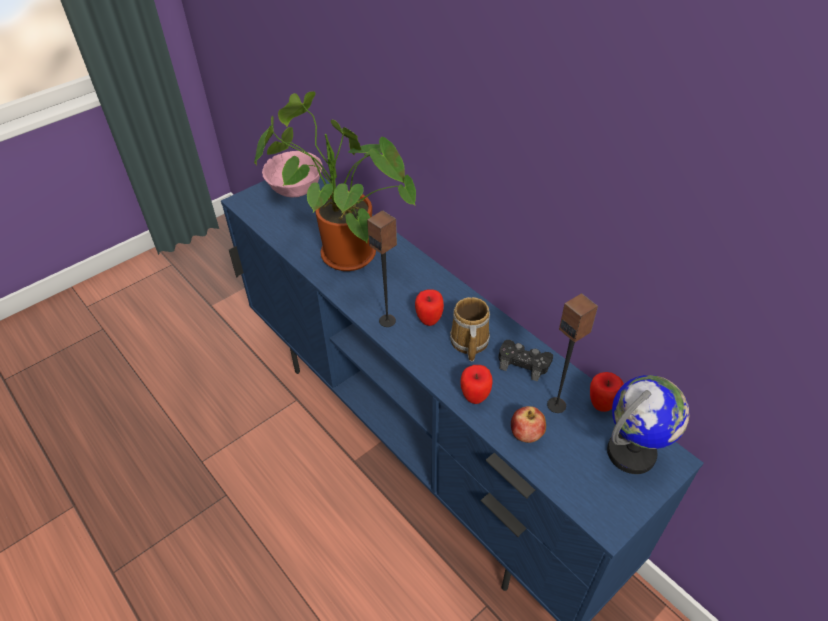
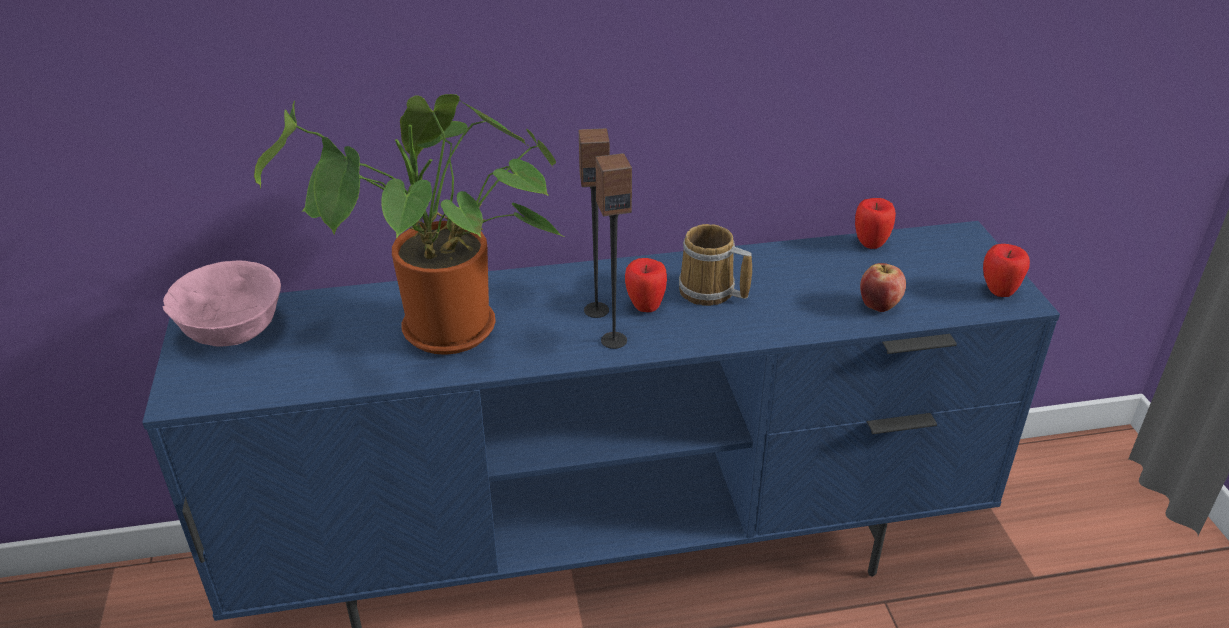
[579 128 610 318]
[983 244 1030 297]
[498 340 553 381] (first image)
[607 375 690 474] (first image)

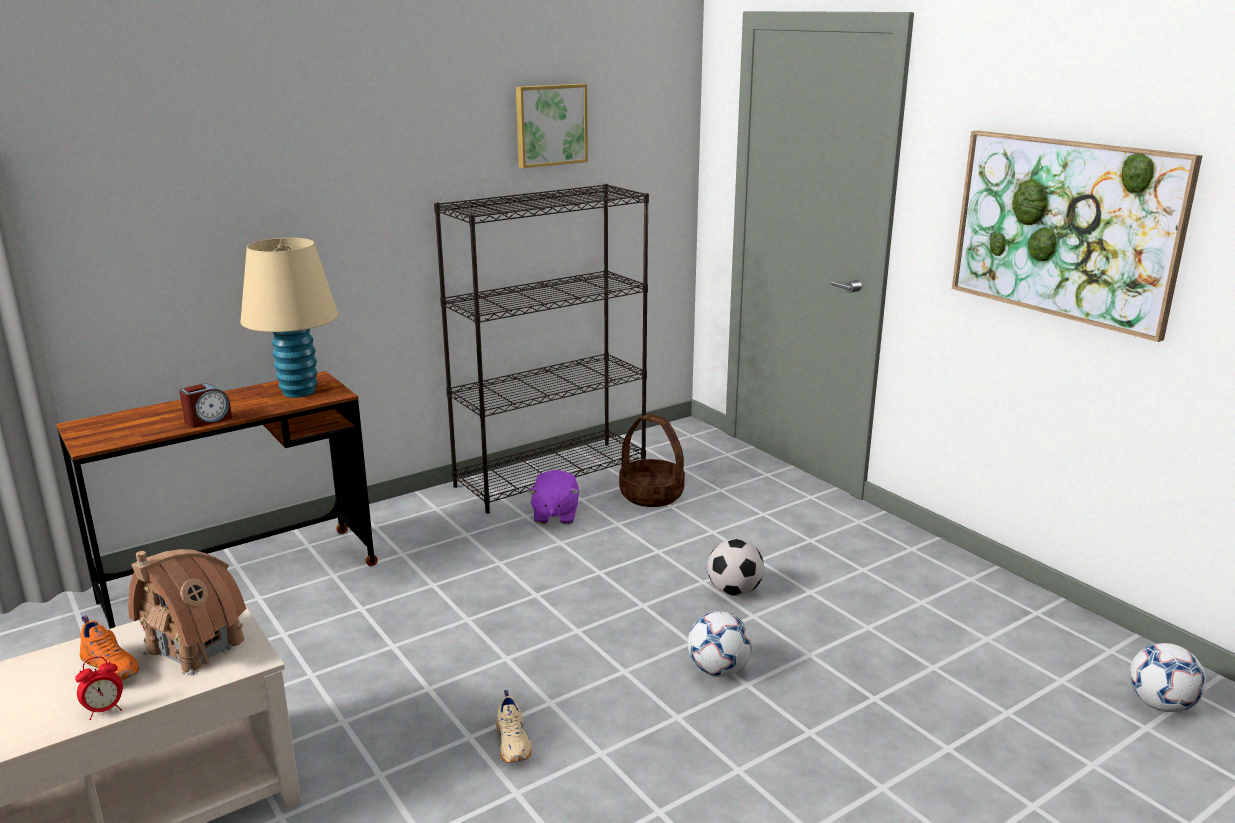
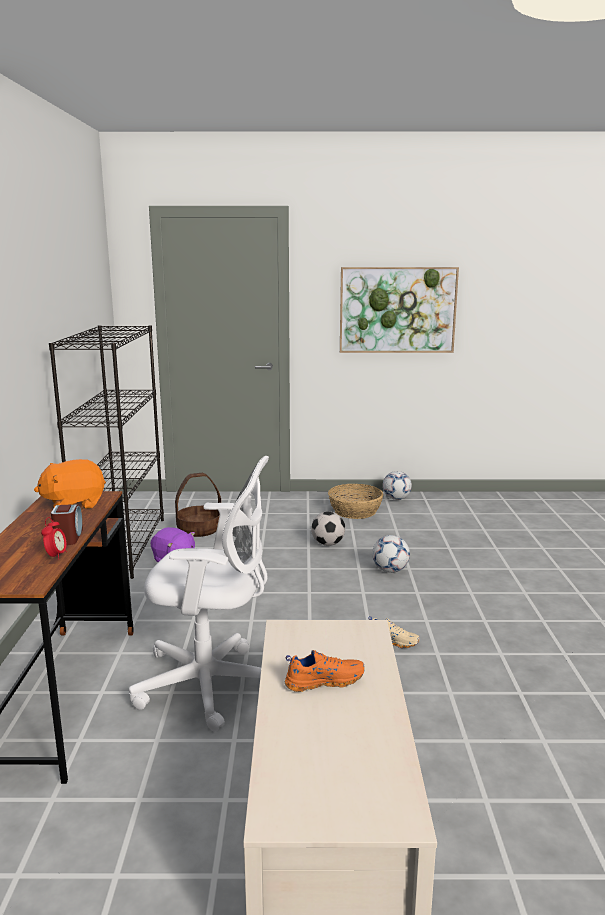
[34 459 106 509]
[41 517 67 560]
[129 456 269 732]
[328 484 384 519]
[383 471 412 500]
[128 549 247 676] (first image)
[516 84 588 168] (first image)

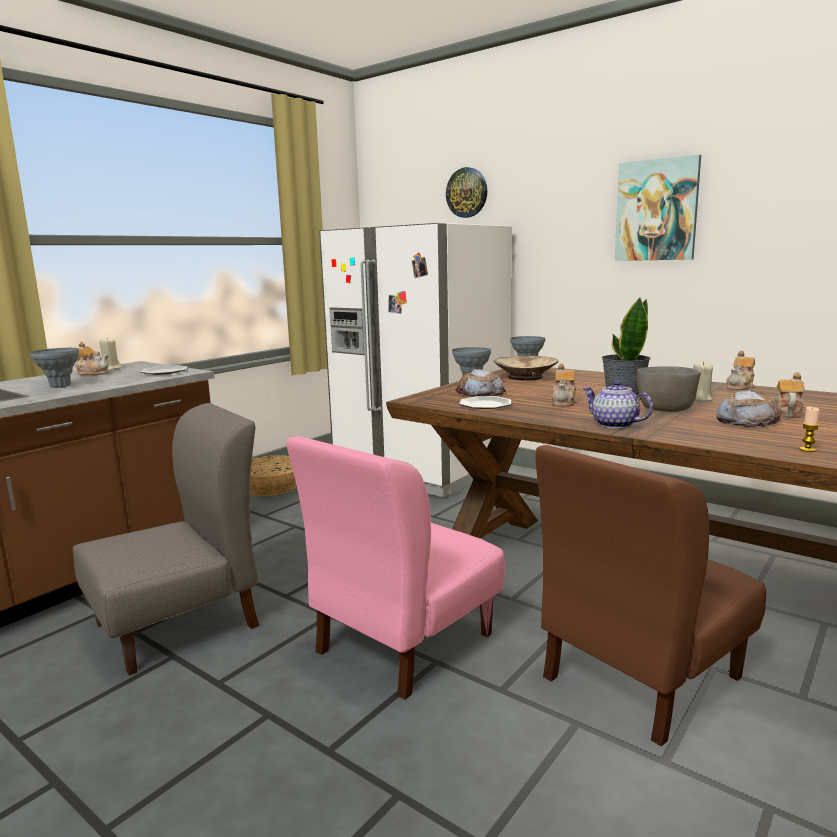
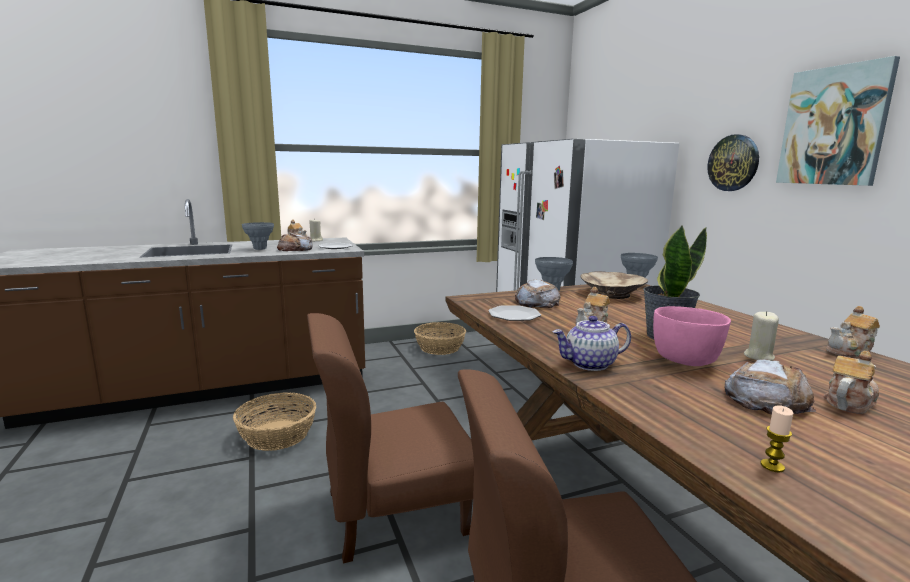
[233 392 316 451]
[277 233 312 251]
[307 313 474 563]
[552 316 631 371]
[653 306 731 366]
[707 134 759 191]

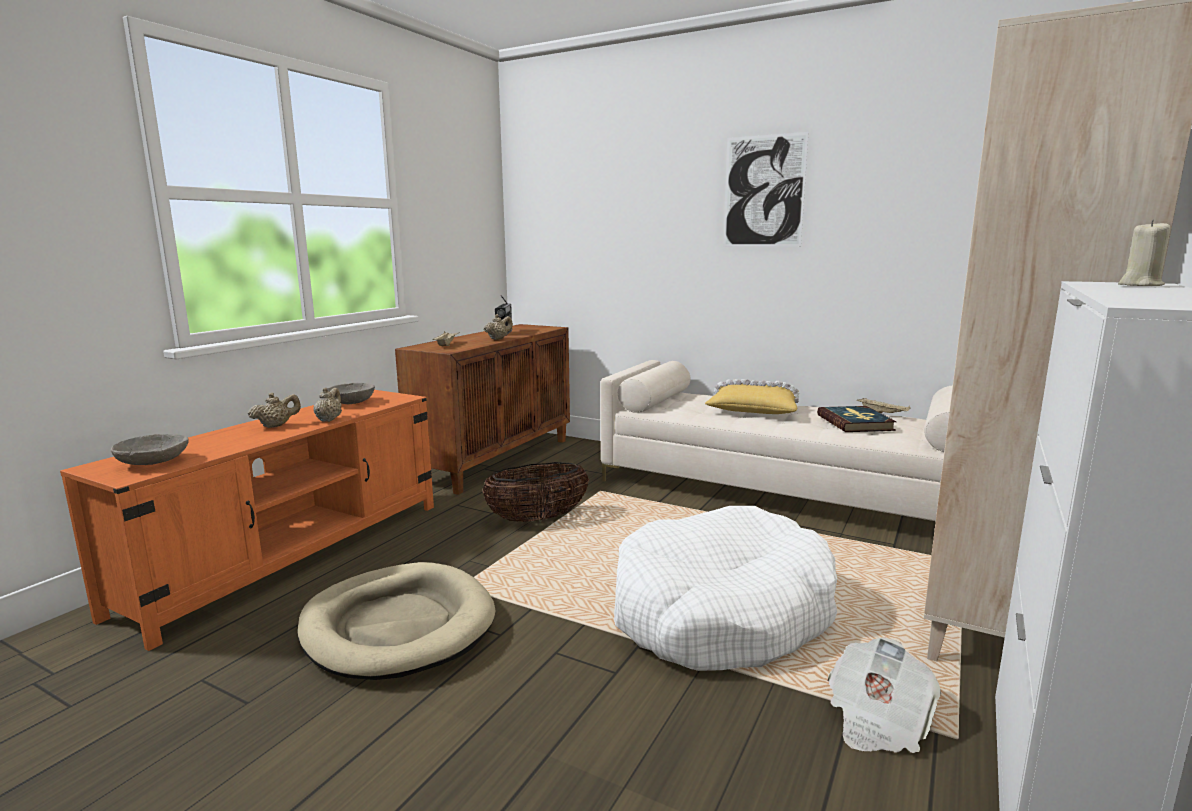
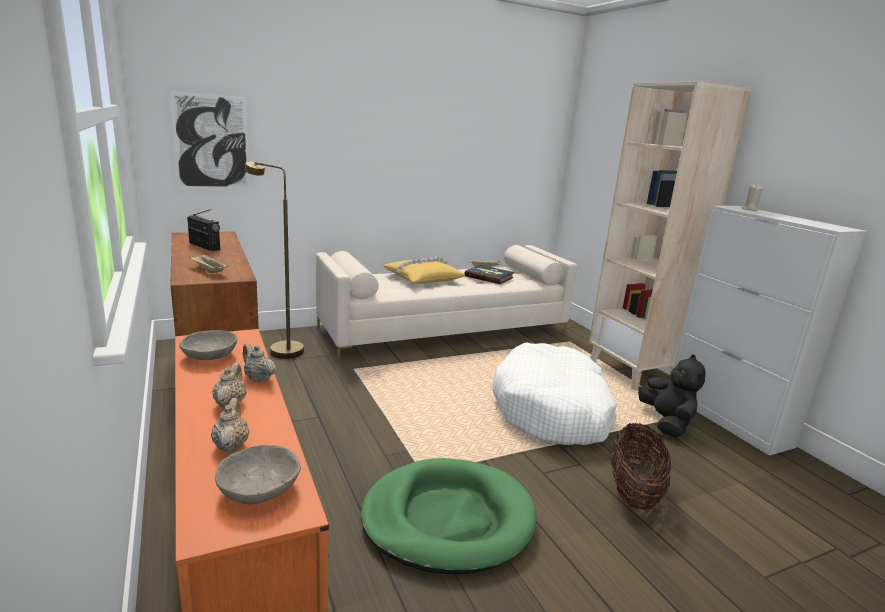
[170 91 250 189]
[211 398 250 453]
[245 161 304 359]
[361 458 537 574]
[611 423 671 510]
[638 354 706 438]

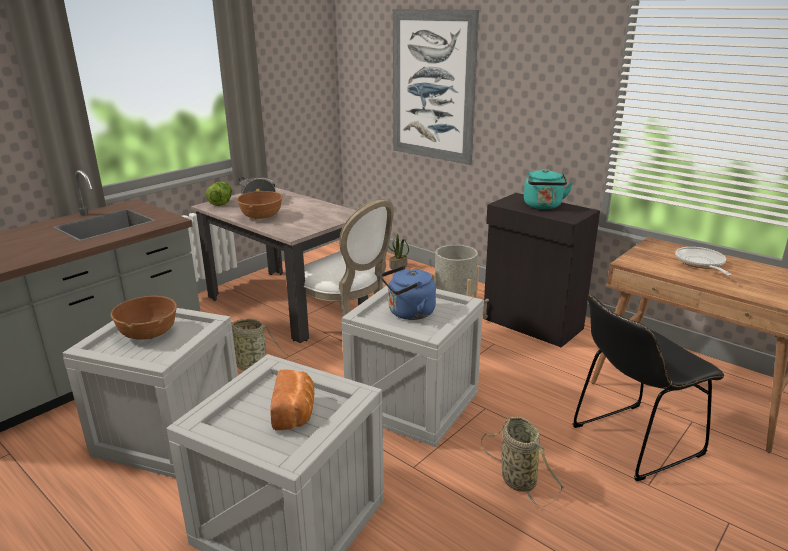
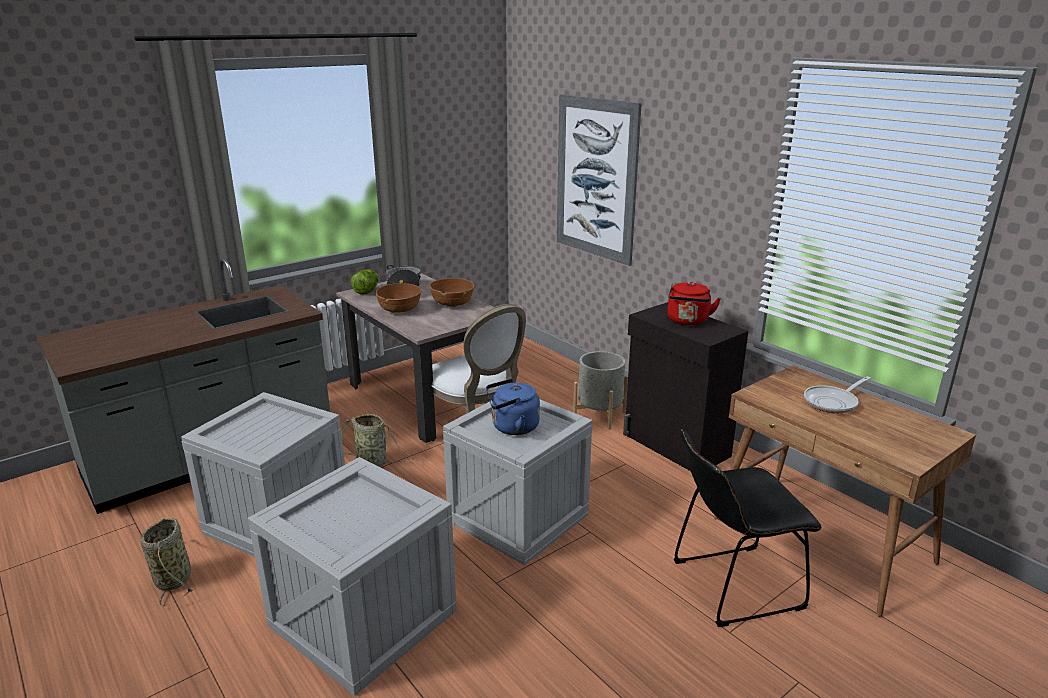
[141 518 194 606]
[429 278 474 307]
[667 282 721 325]
[804 376 870 413]
[270 369 314 430] (first image)
[388 234 409 269] (first image)

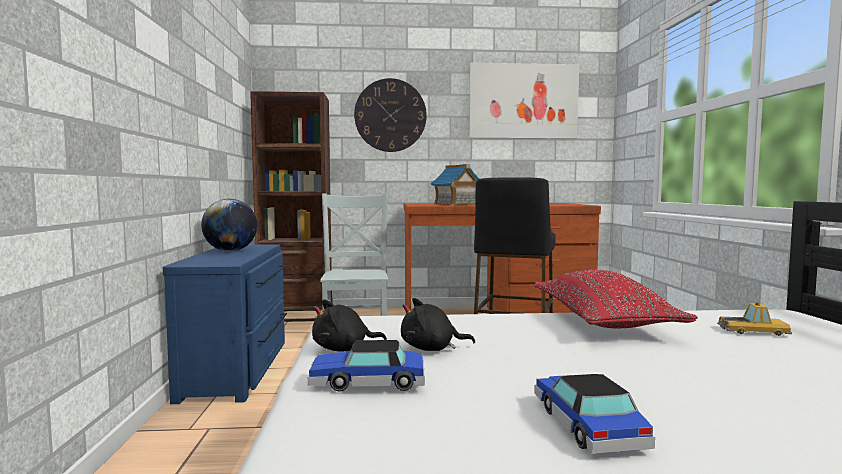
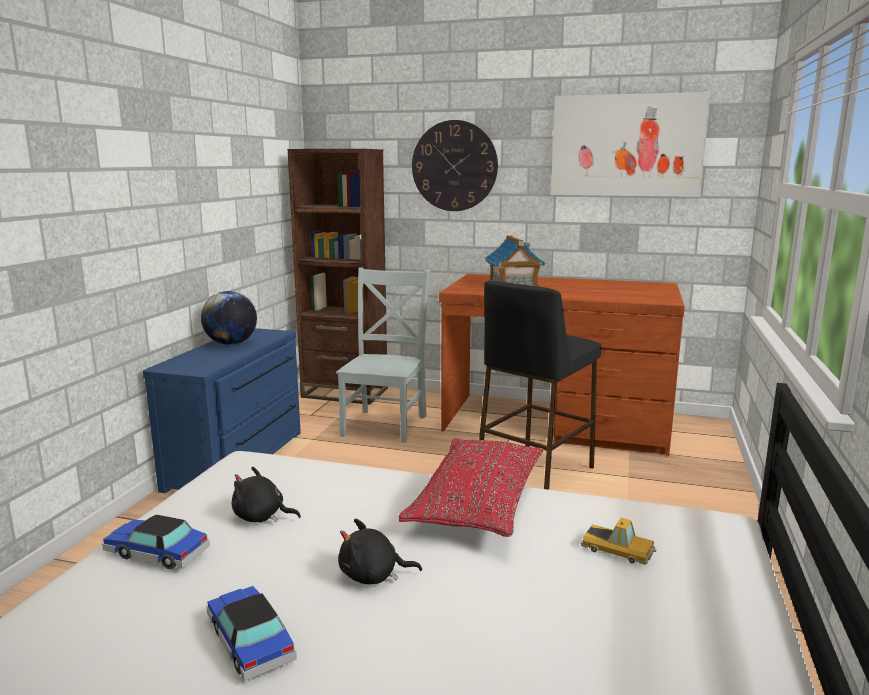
[206 586 297 681]
[338 519 422 584]

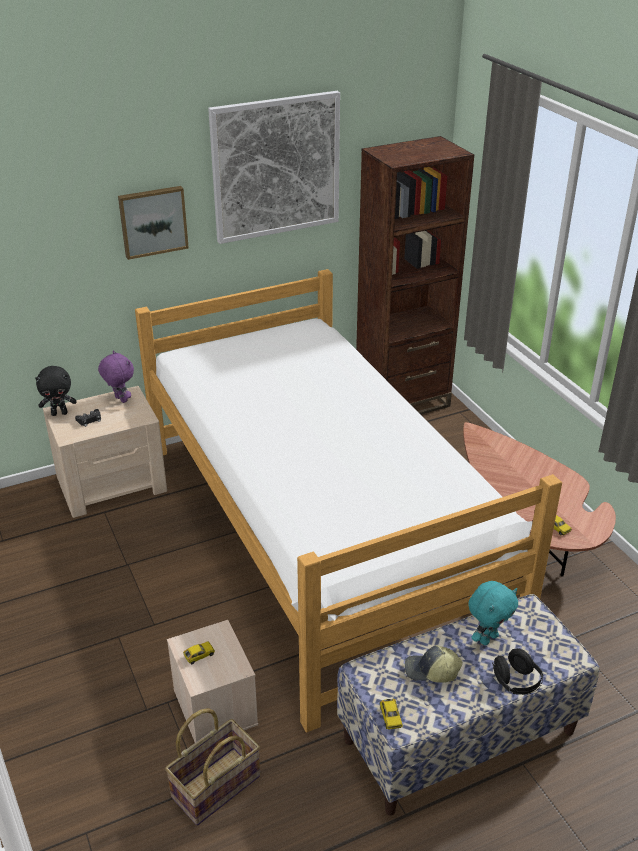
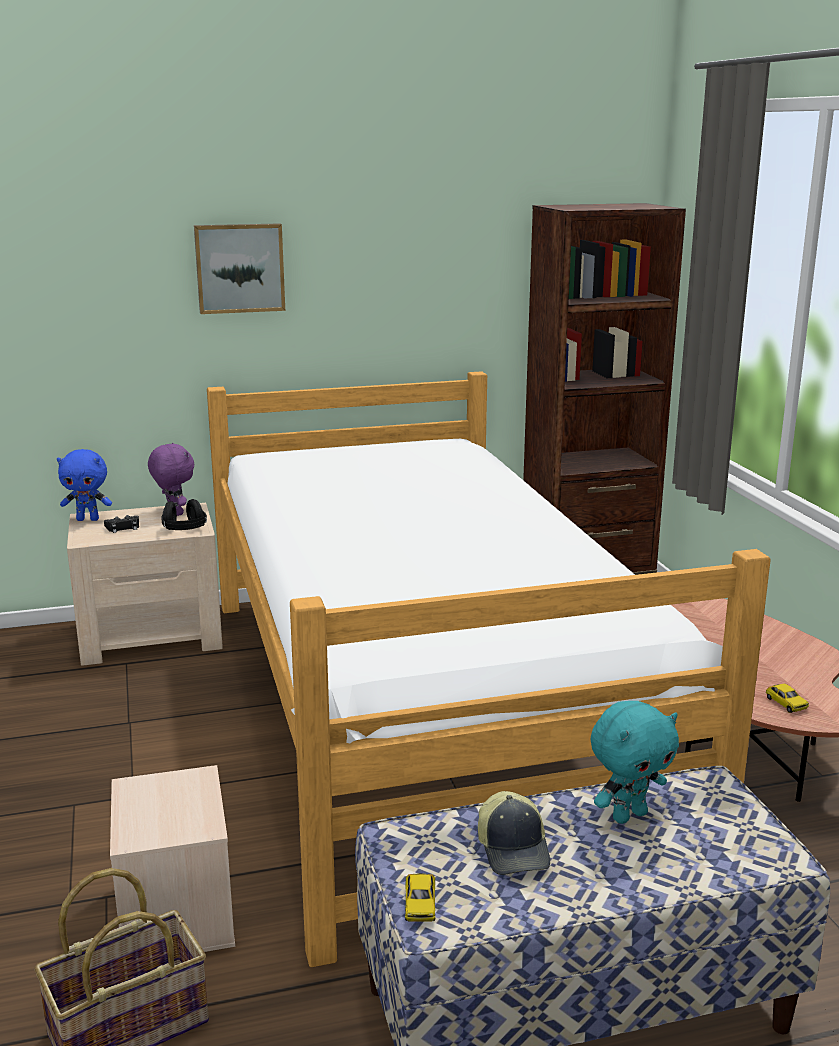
[57 449 112 521]
[161 499 207 530]
[478 791 550 875]
[183 641 215 664] (first image)
[208 91 340 244] (first image)

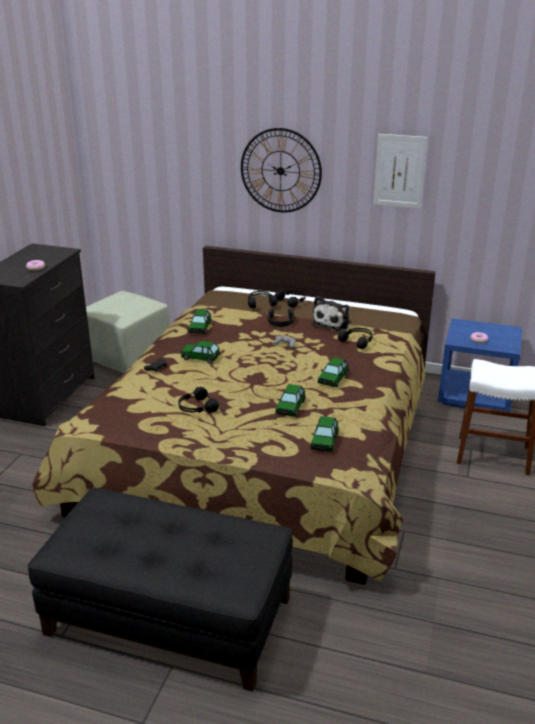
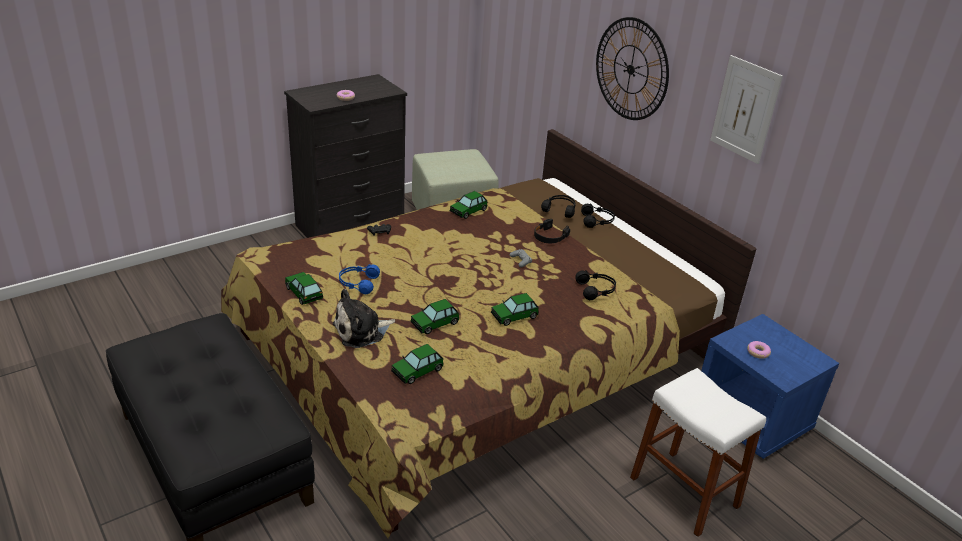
[285 272 323 305]
[333 289 395 348]
[339 264 380 294]

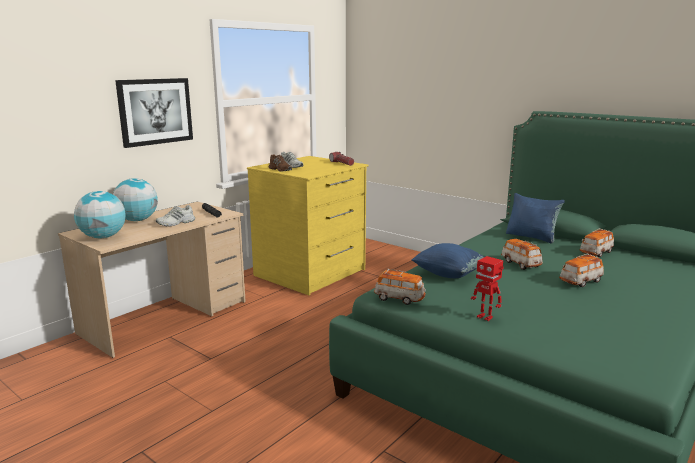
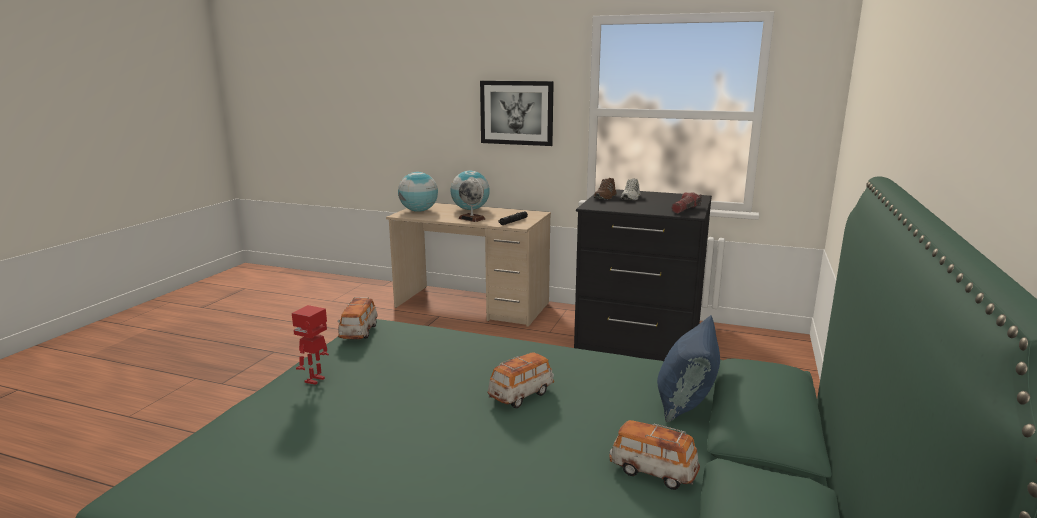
[458 178 486 222]
[574 189 712 361]
[411 243 484 278] (first image)
[559 253 604 287] (first image)

